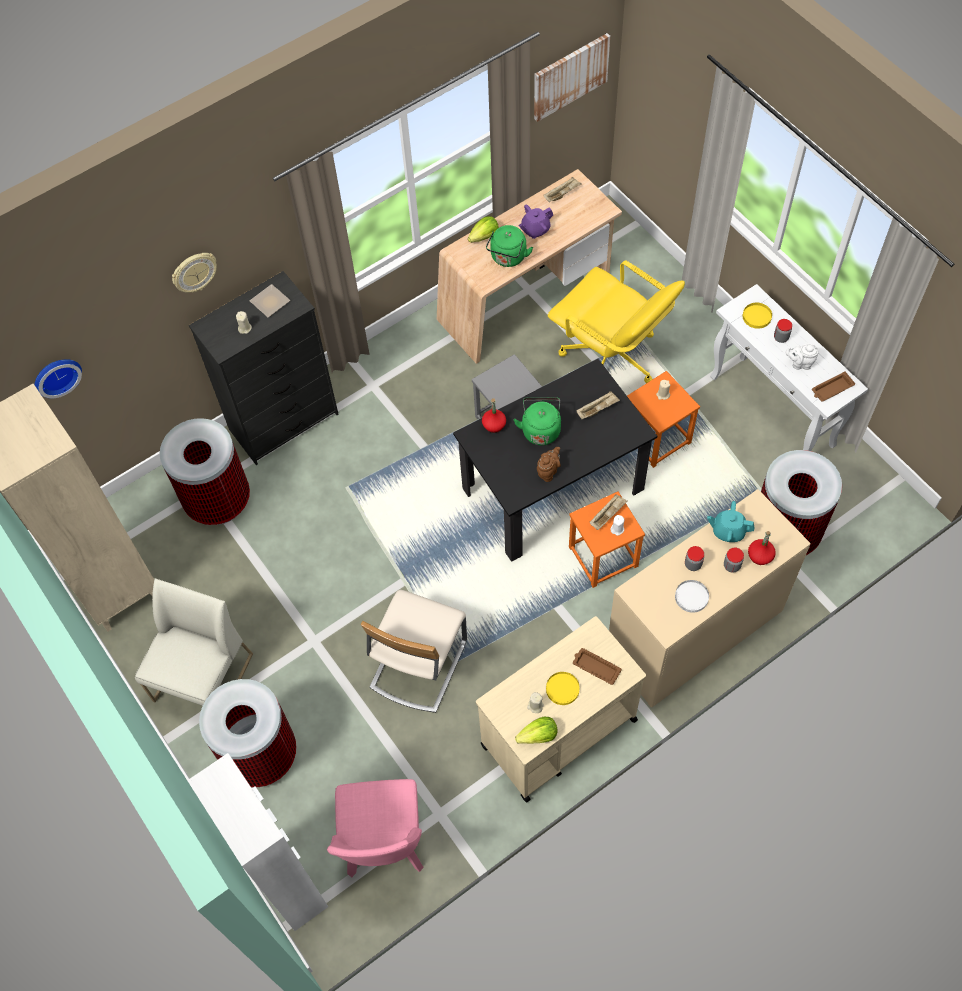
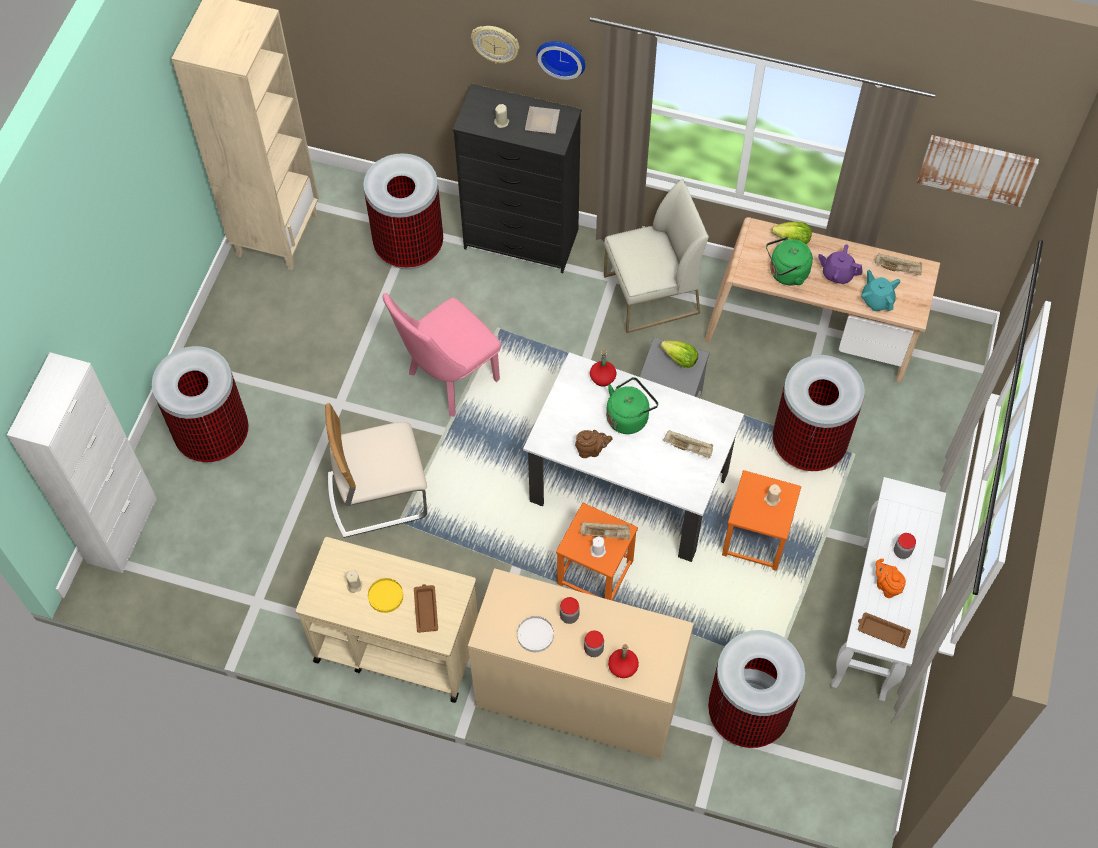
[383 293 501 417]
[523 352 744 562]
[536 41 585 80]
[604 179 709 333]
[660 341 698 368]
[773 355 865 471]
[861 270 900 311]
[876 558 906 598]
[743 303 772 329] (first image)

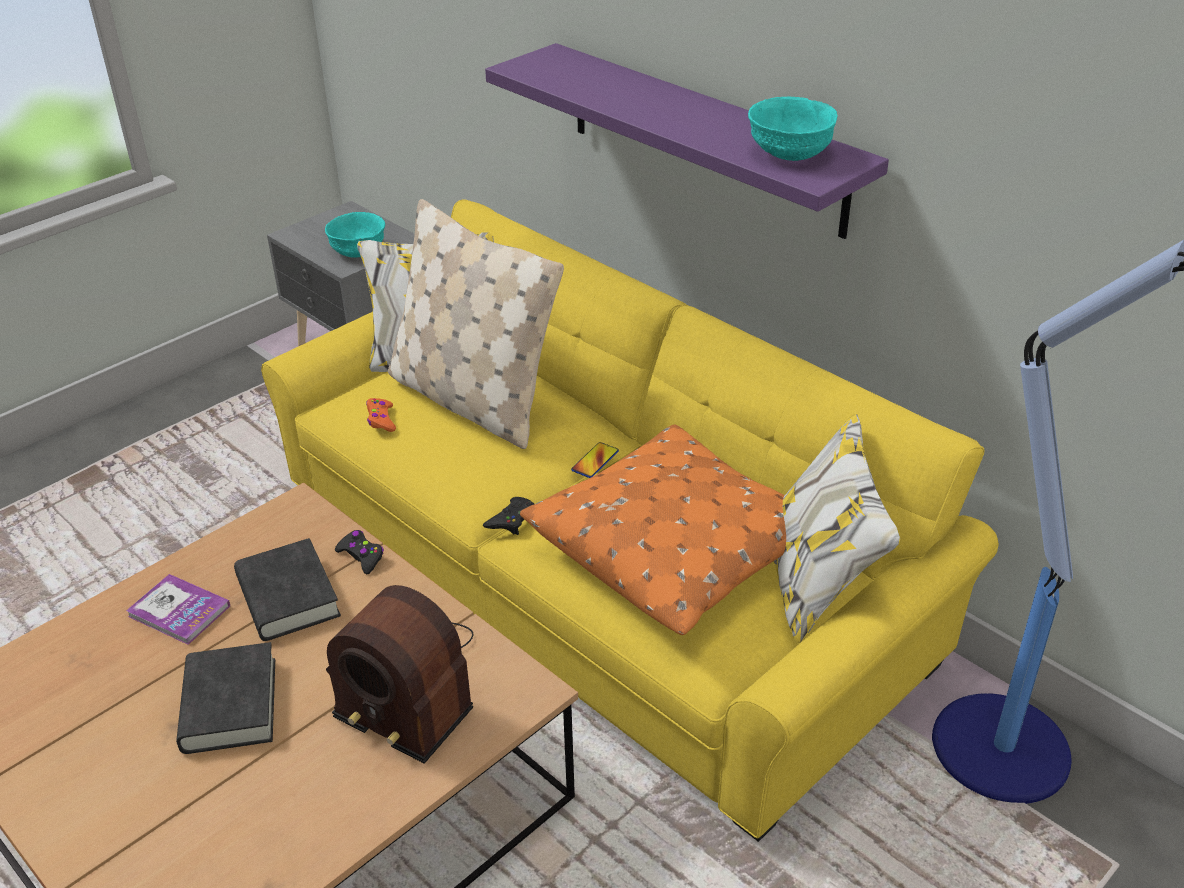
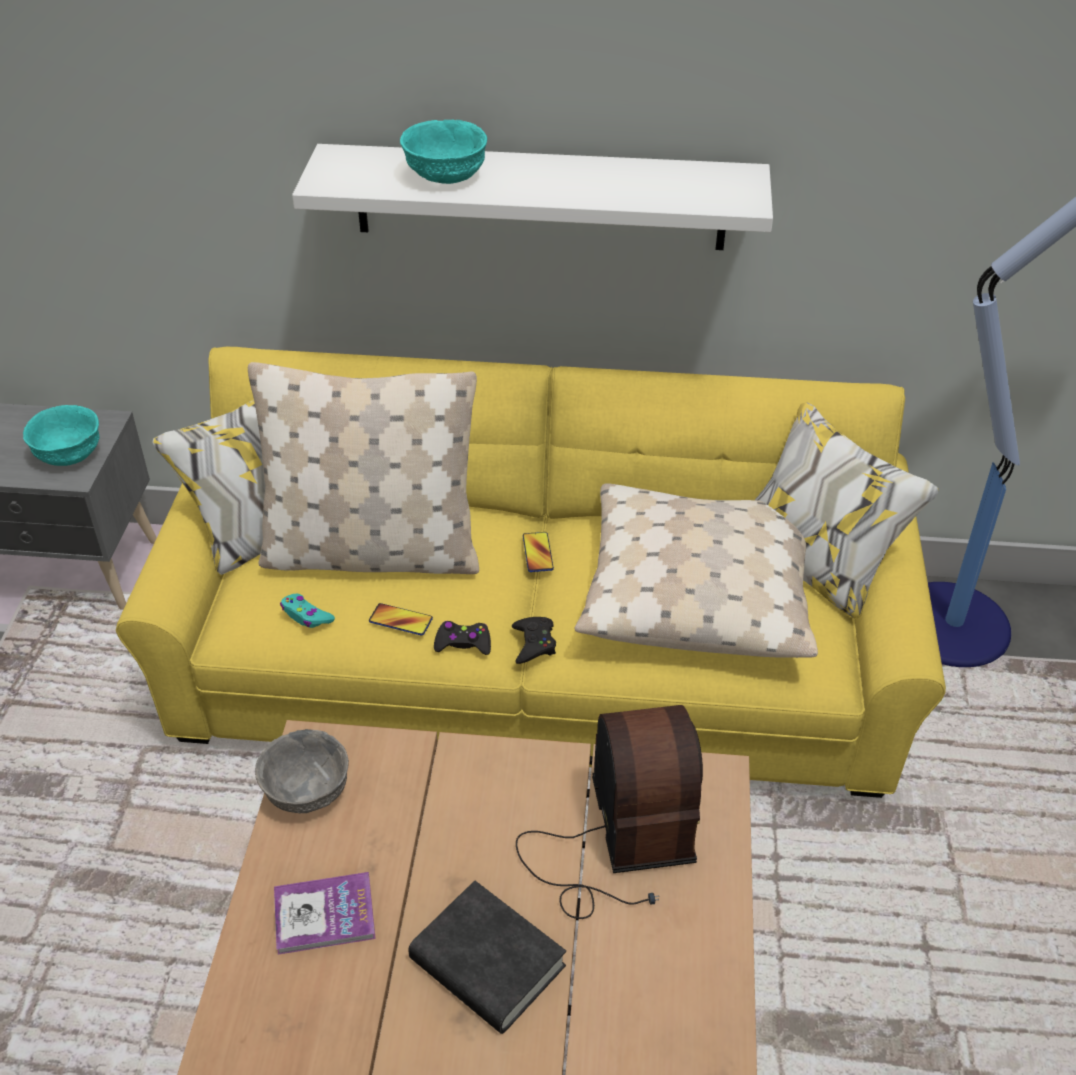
[255 729 349 813]
[280 594 335 628]
[292 144 773 250]
[369 603 433 635]
[400 119 487 184]
[434 621 491 655]
[516 705 703 919]
[574 483 818 658]
[234 538 341 641] (first image)

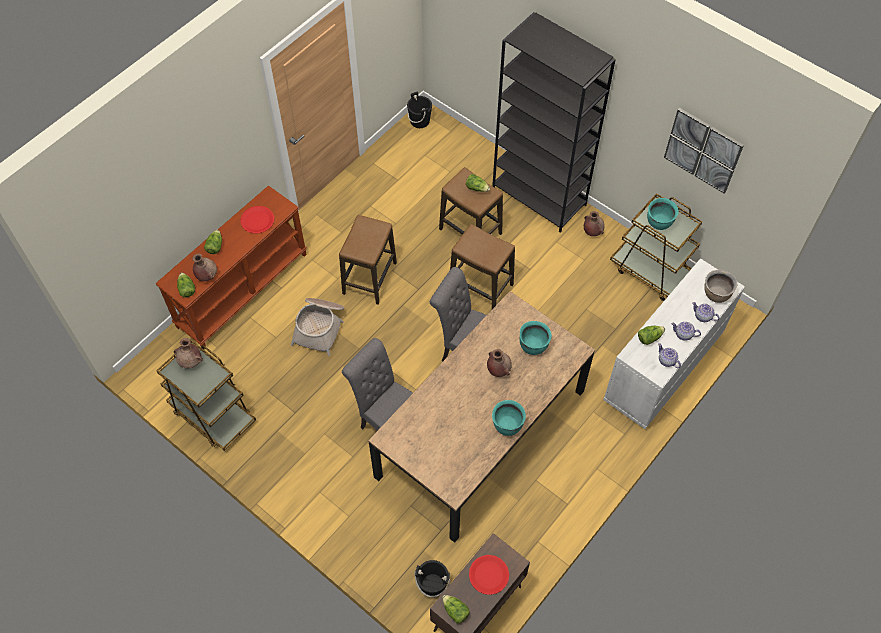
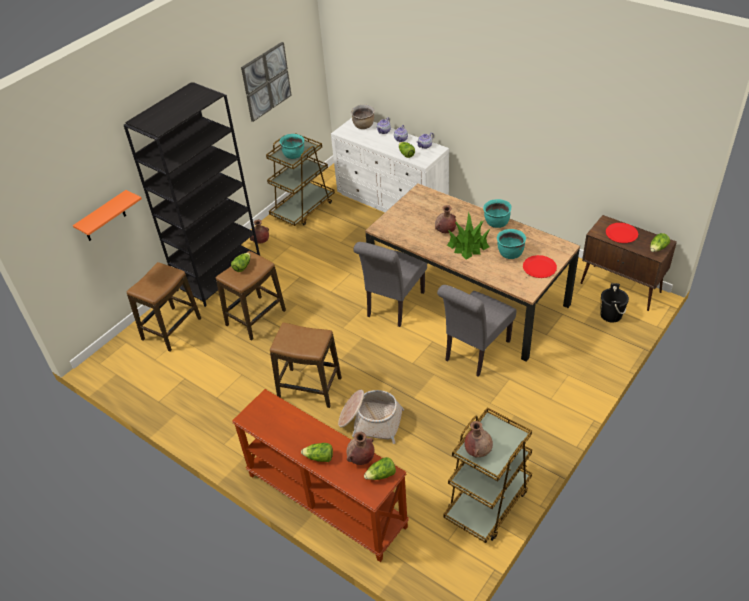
[73 190 142 241]
[127 262 201 352]
[447 212 490 260]
[497 229 526 259]
[523 255 557 278]
[407 92 432 128] (first image)

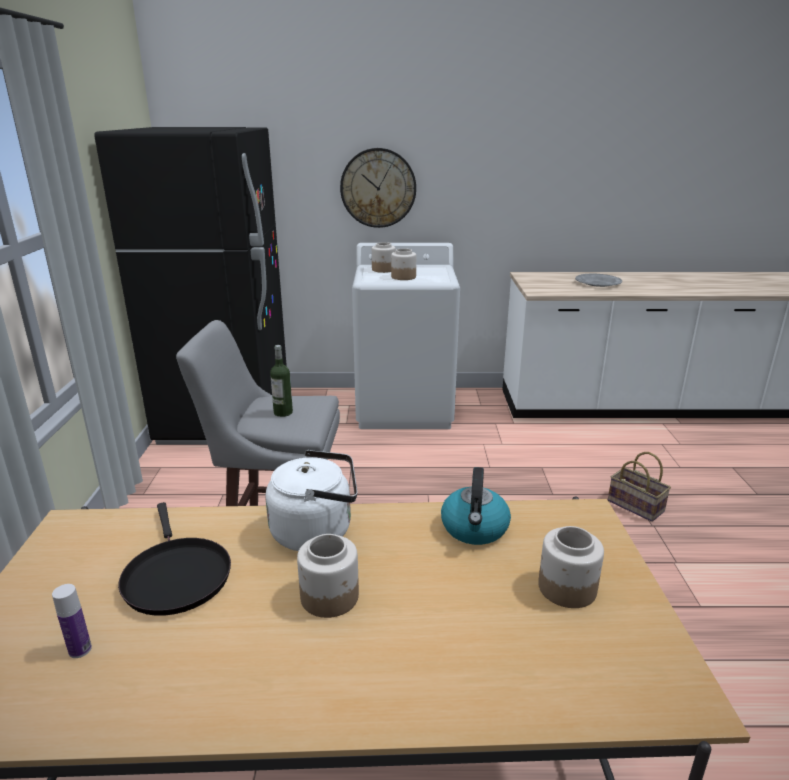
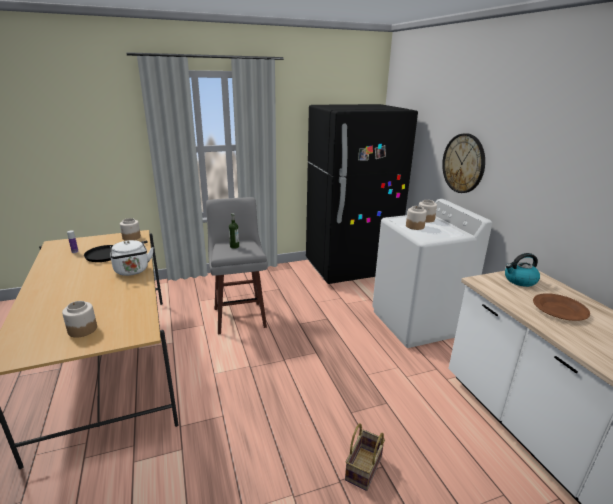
[120 218 141 241]
[505 253 540 287]
[533 293 590 321]

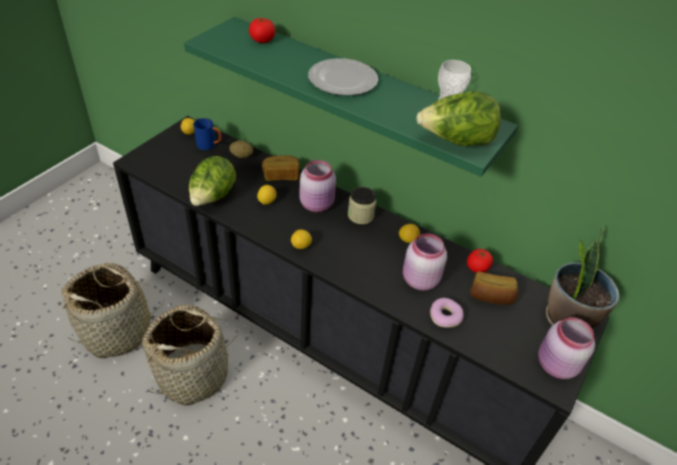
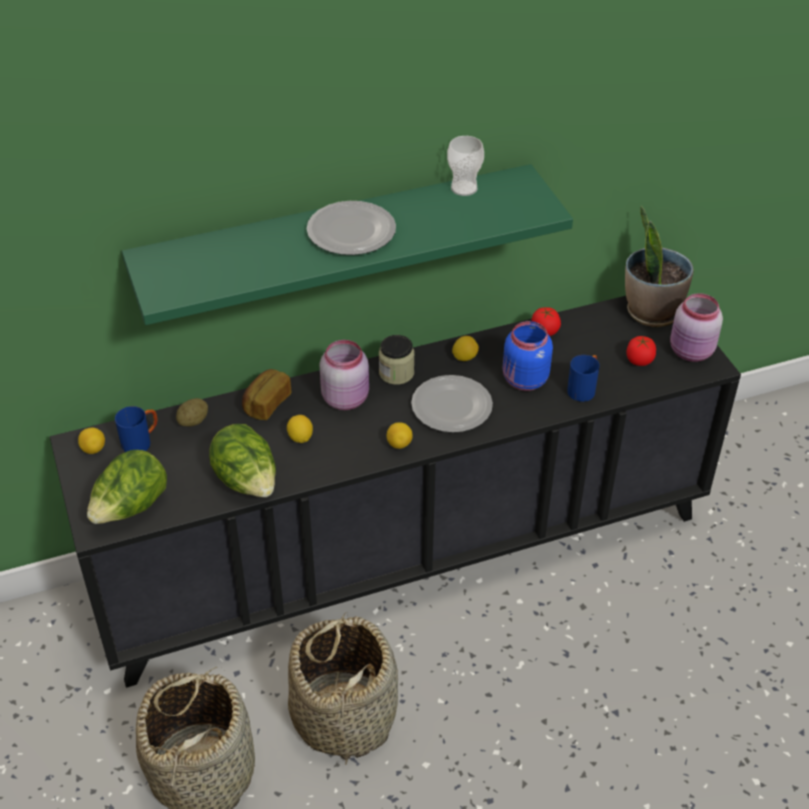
[87 450 167 524]
[411 375 493 433]
[503 321 553 391]
[567 355 600 402]
[626 336 656 366]
[471 271 518 305] (first image)

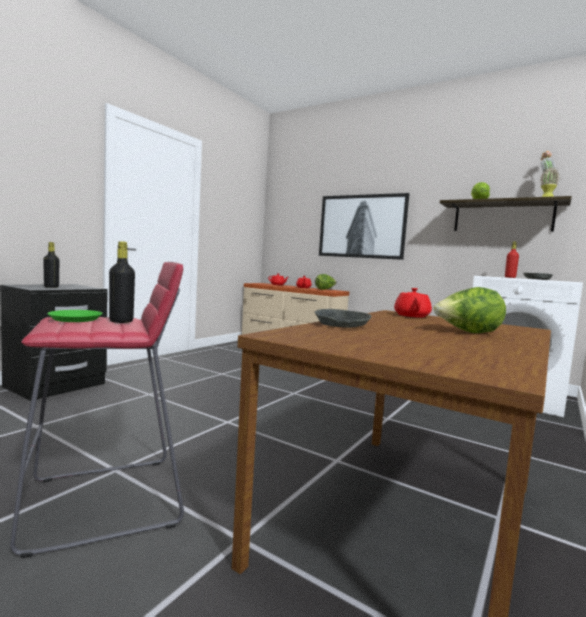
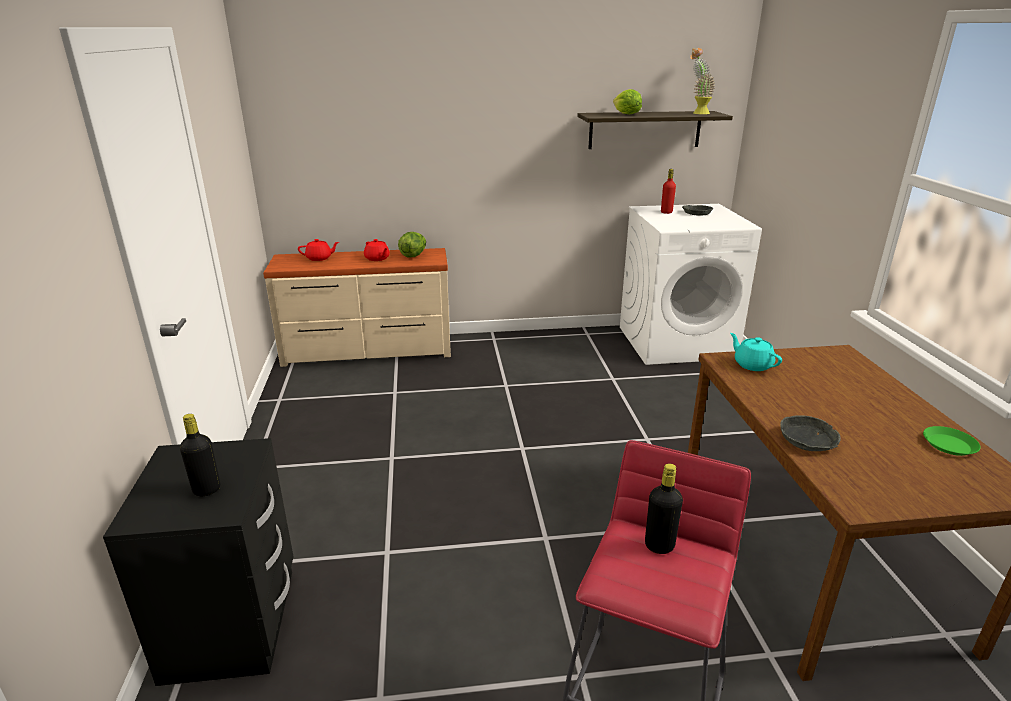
[730 333 782 371]
[923 426 981 456]
[319 193 409 260] (first image)
[433 287 506 333] (first image)

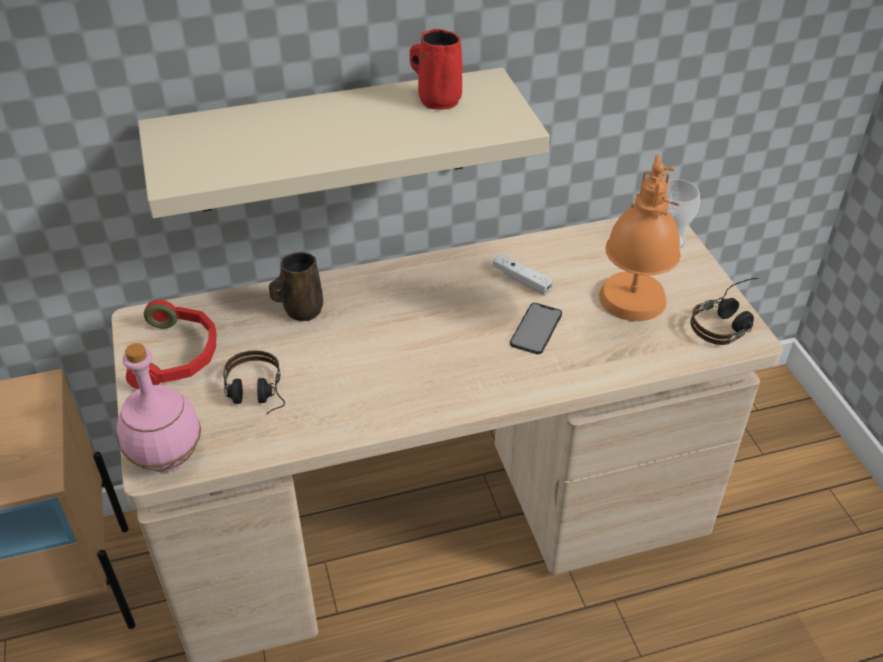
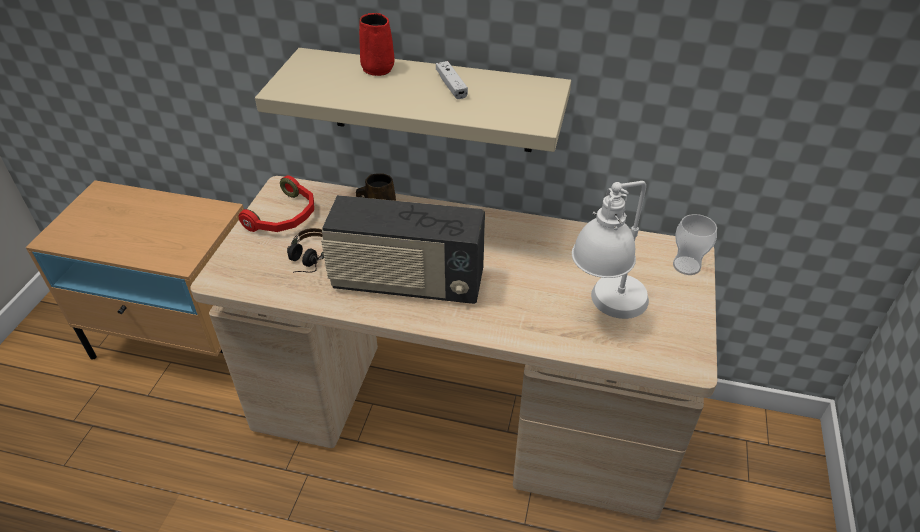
[321 195 485 304]
[359 13 395 76]
[436 61 468 99]
[572 181 649 319]
[117 343 201 472] (first image)
[510 303 562 354] (first image)
[690 278 759 345] (first image)

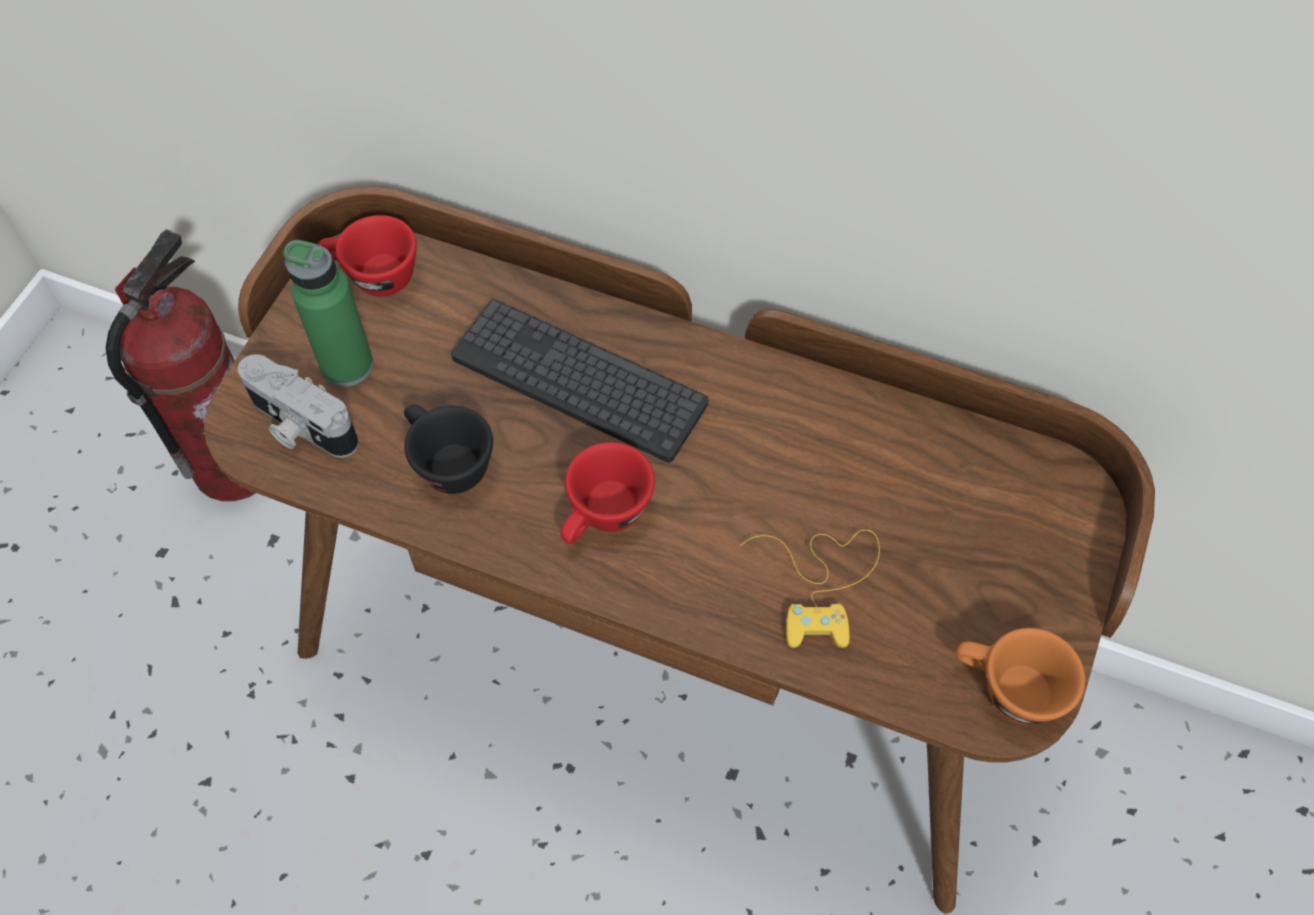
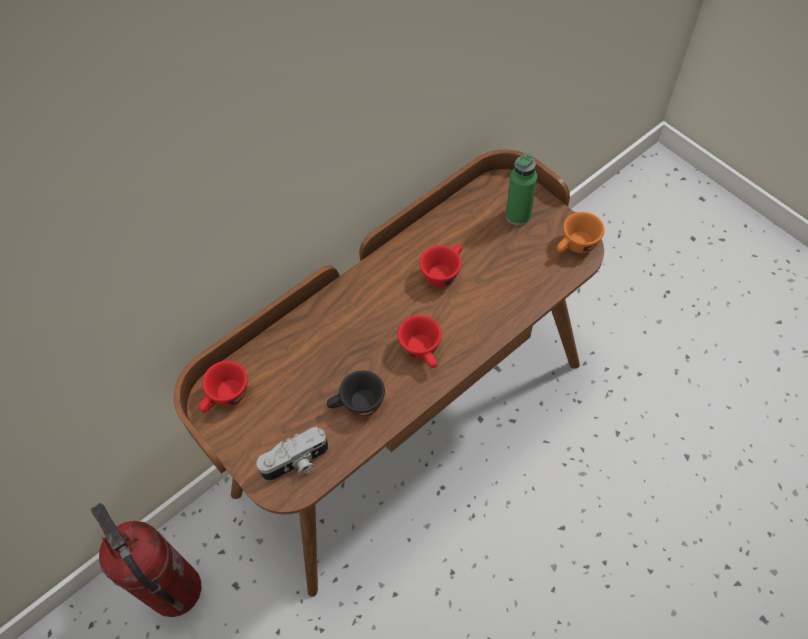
[420 244 462 288]
[506 153 537 225]
[451 299 708 463] (first image)
[740 529 880 648] (first image)

